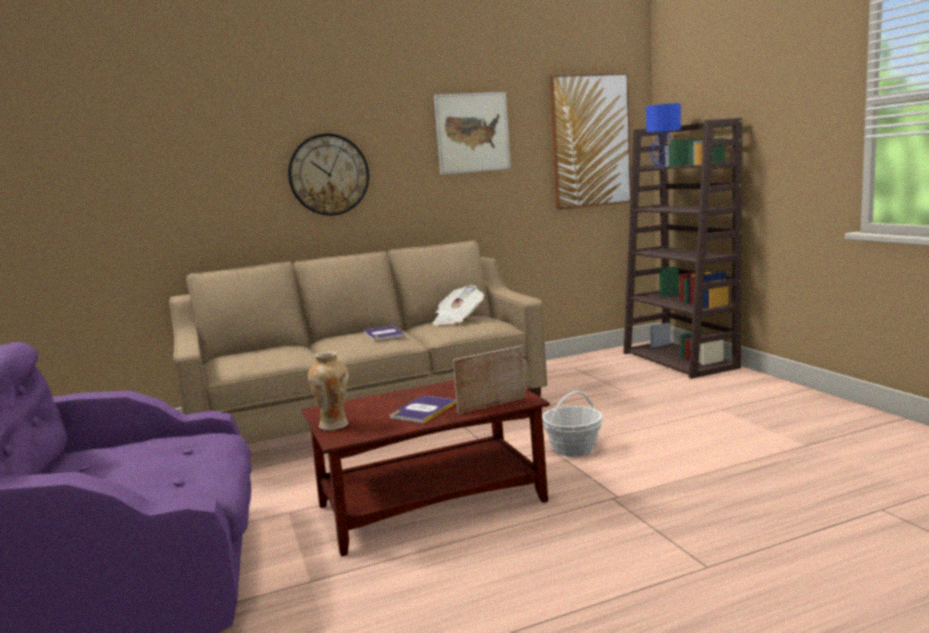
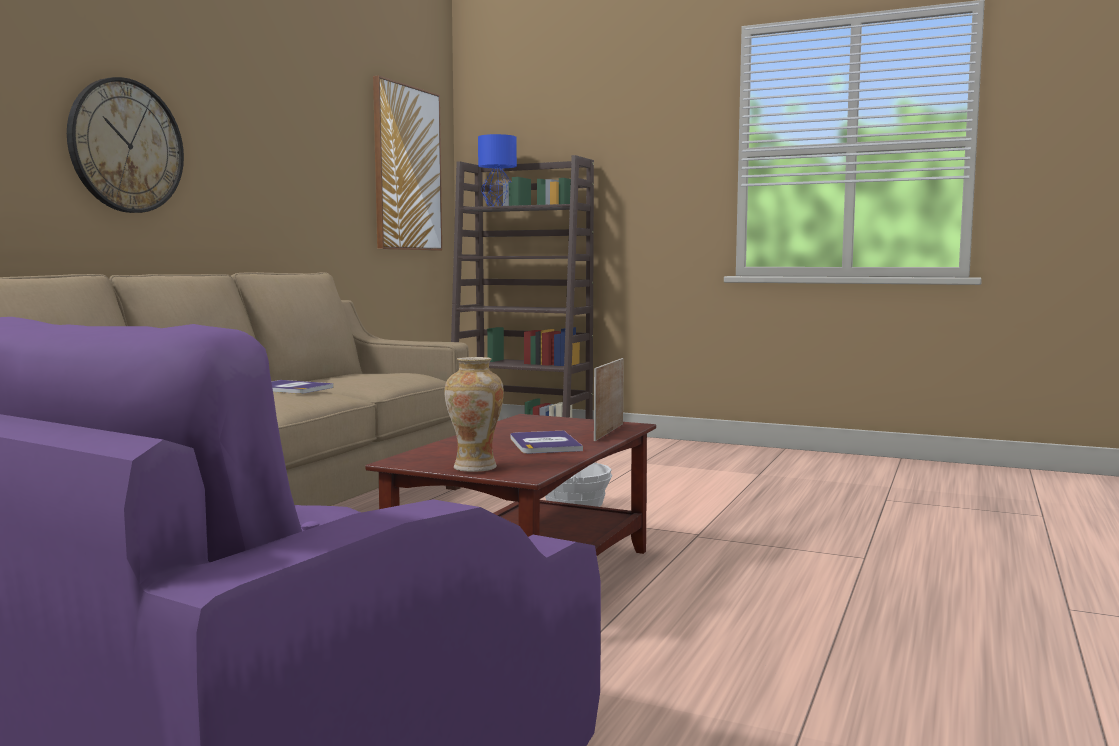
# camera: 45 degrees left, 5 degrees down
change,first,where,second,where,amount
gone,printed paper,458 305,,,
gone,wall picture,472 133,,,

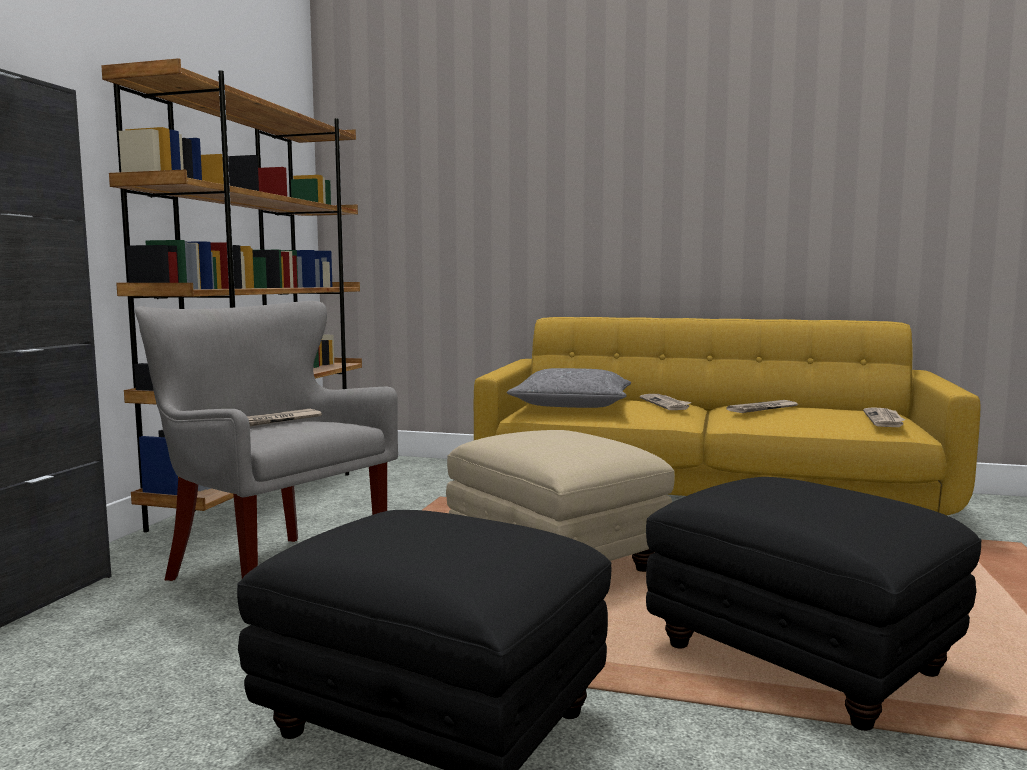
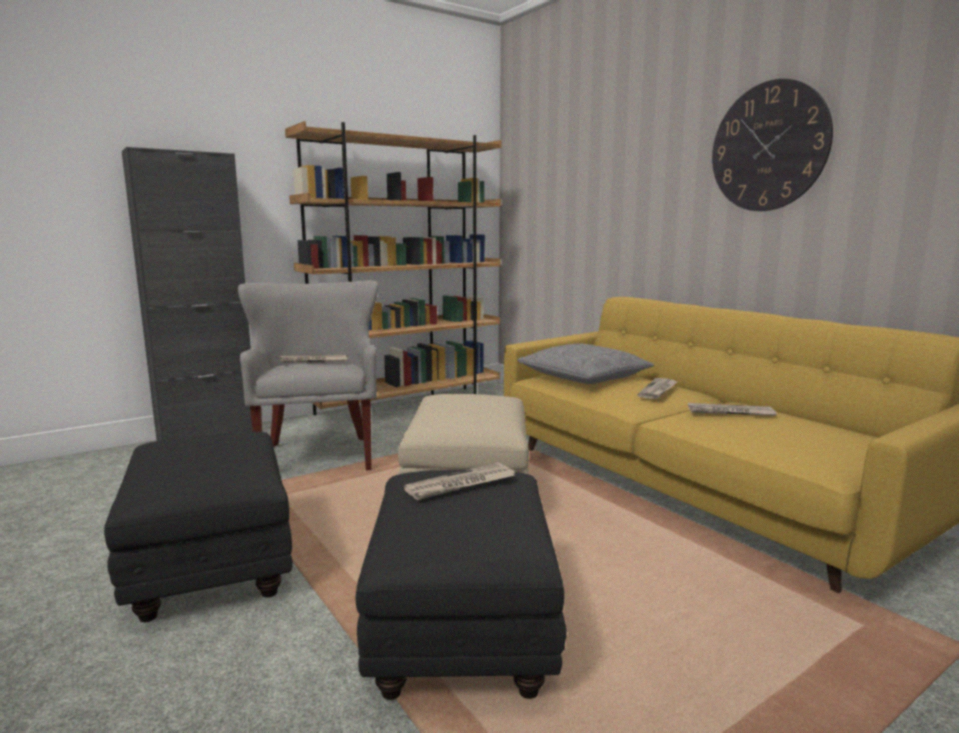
# camera: 40 degrees right, 5 degrees up
change,first,where,second,where,amount
shifted,printed paper,884 417,,459 481,
new,,,clock on the wall,772 145,

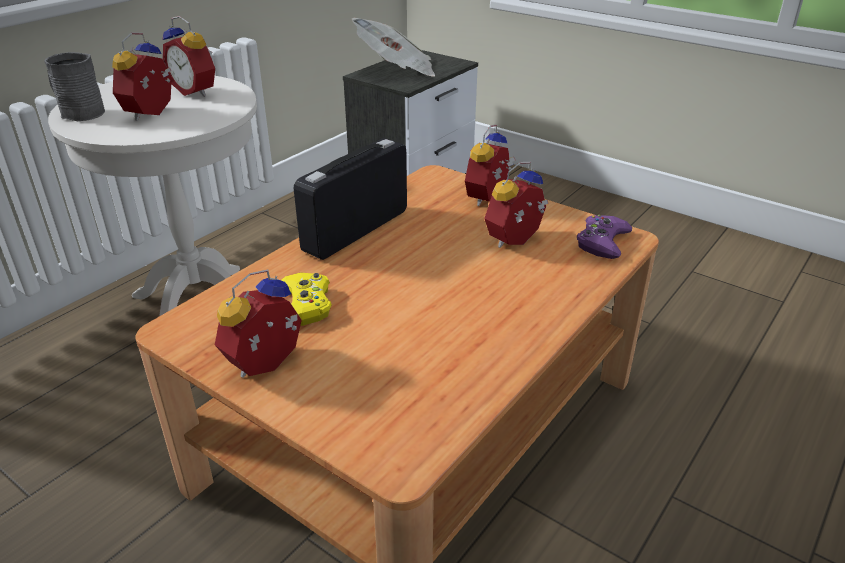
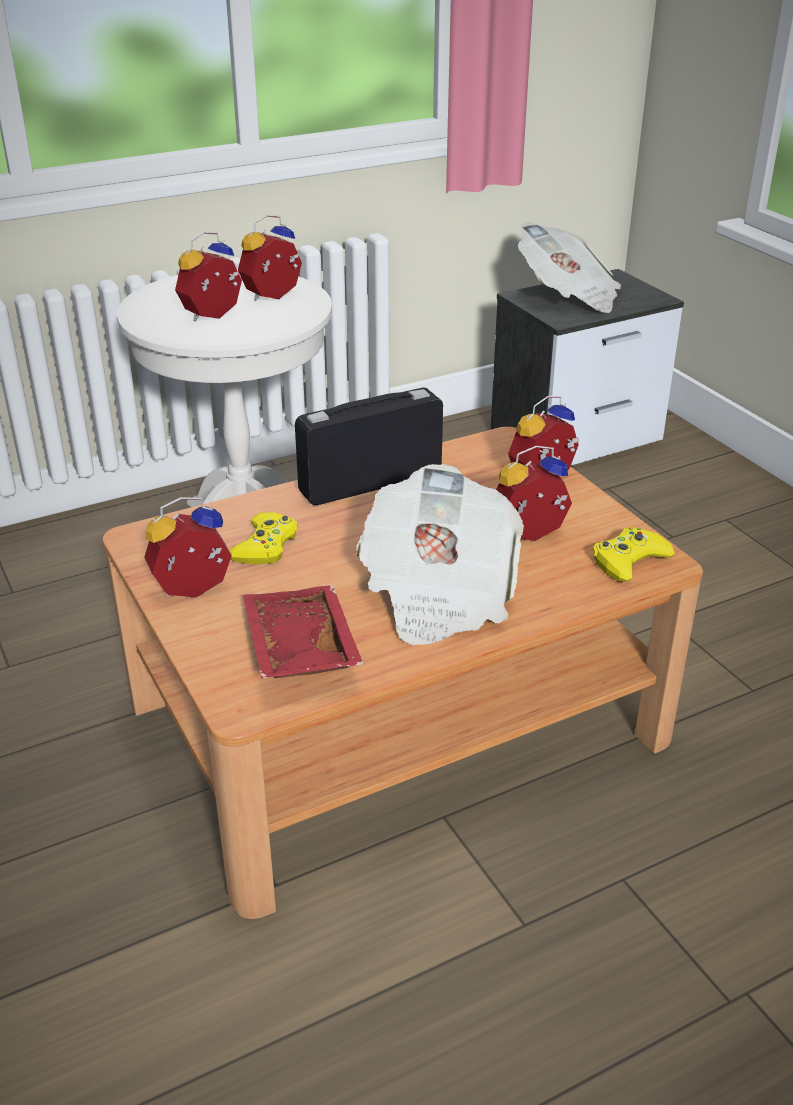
# camera: 25 degrees right, 0 degrees up
change,first,where,second,where,amount
rotated,alarm clock,188 56,,270 258,75 degrees clockwise
new,,,red carrying tray,303 631,
new,,,printed paper,440 554,
repainted,purple-coloured joypad,604 237,yellow-coloured joypad,633 554,
gone,greyish tea mug,74 86,,,

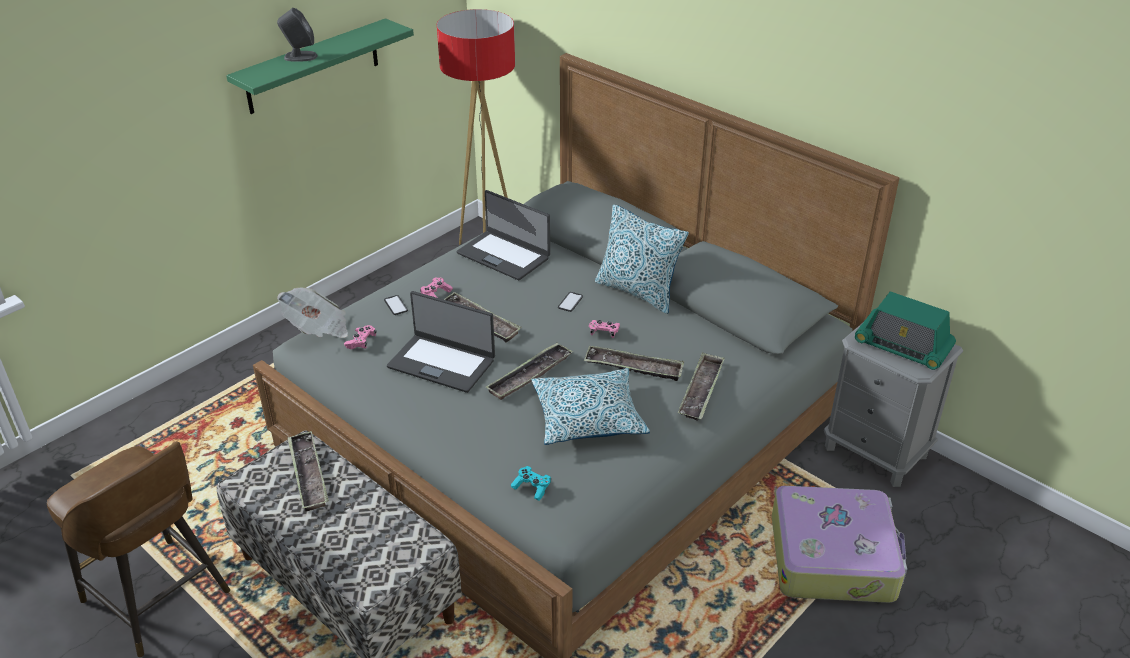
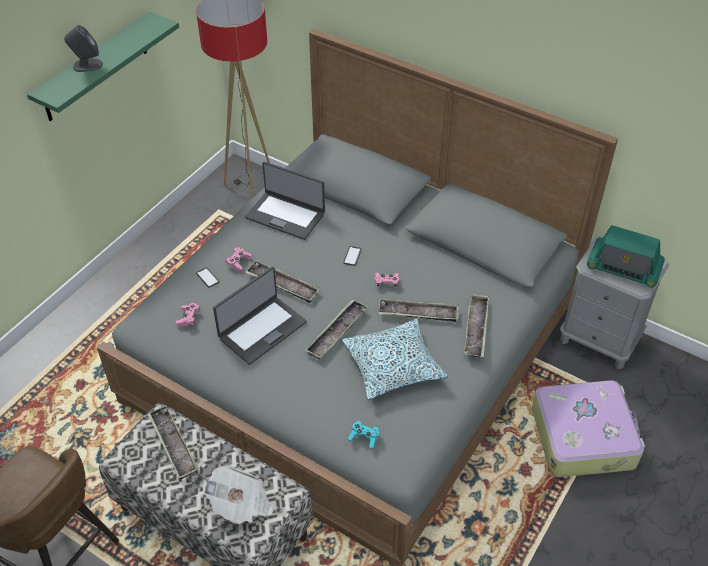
# camera: 10 degrees left, 10 degrees up
change,first,where,second,where,amount
shifted,printed paper,312 313,,237 495,
rotated,portable computer,441 342,,260 315,60 degrees counterclockwise
gone,cushion,642 259,,,

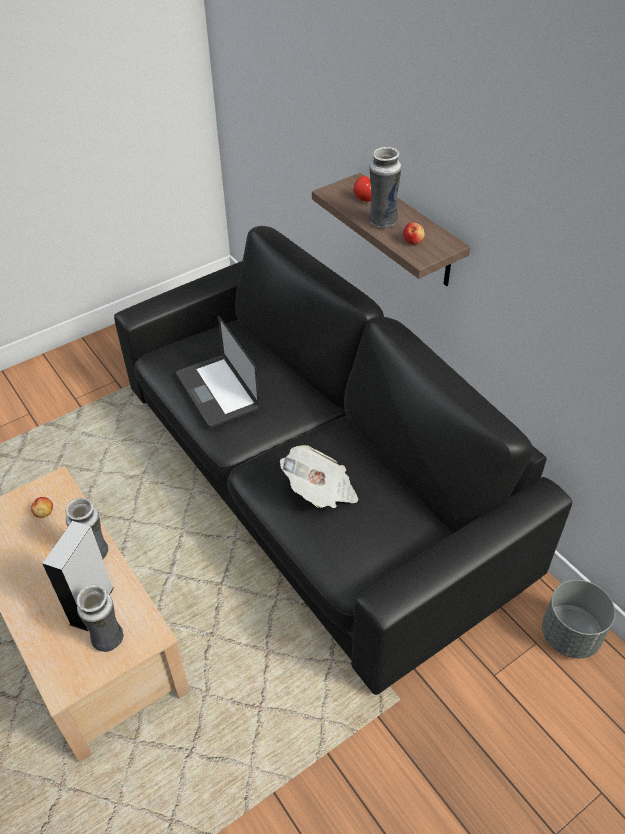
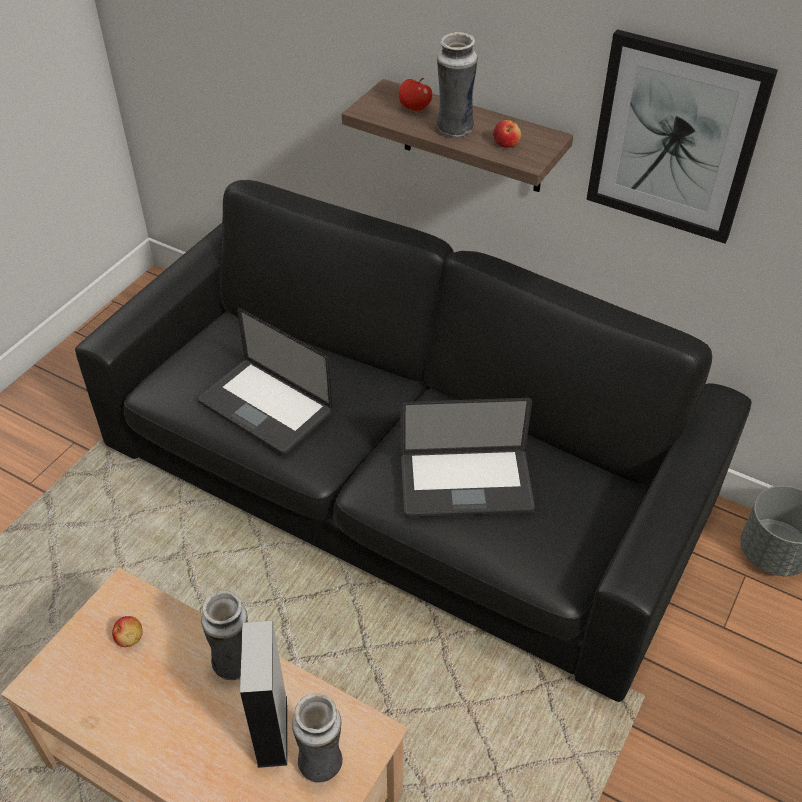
# camera: 25 degrees left, 0 degrees up
change,first,where,second,where,amount
swapped,printed paper,319 476,portable computer,467 457,
new,,,wall picture,682 136,

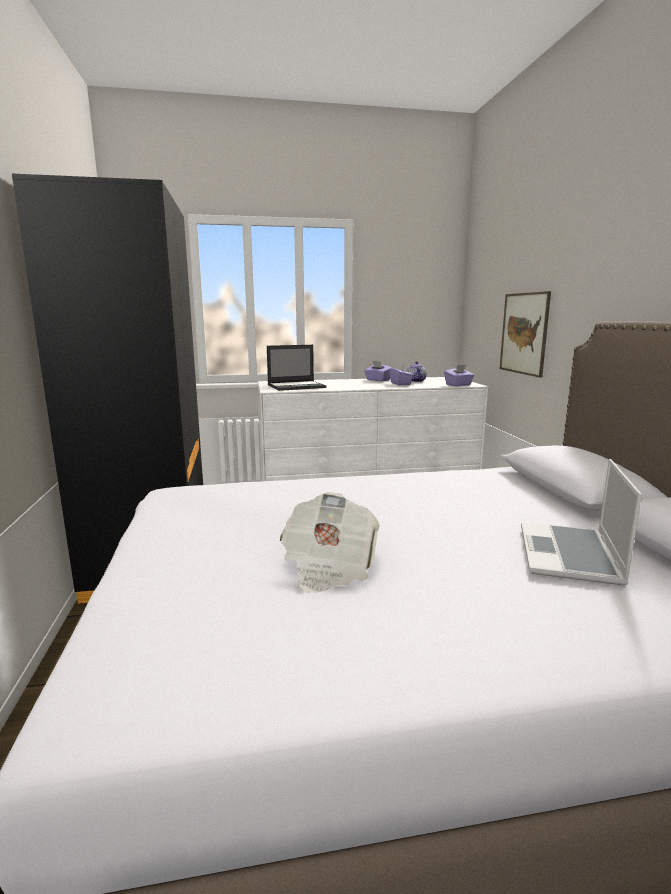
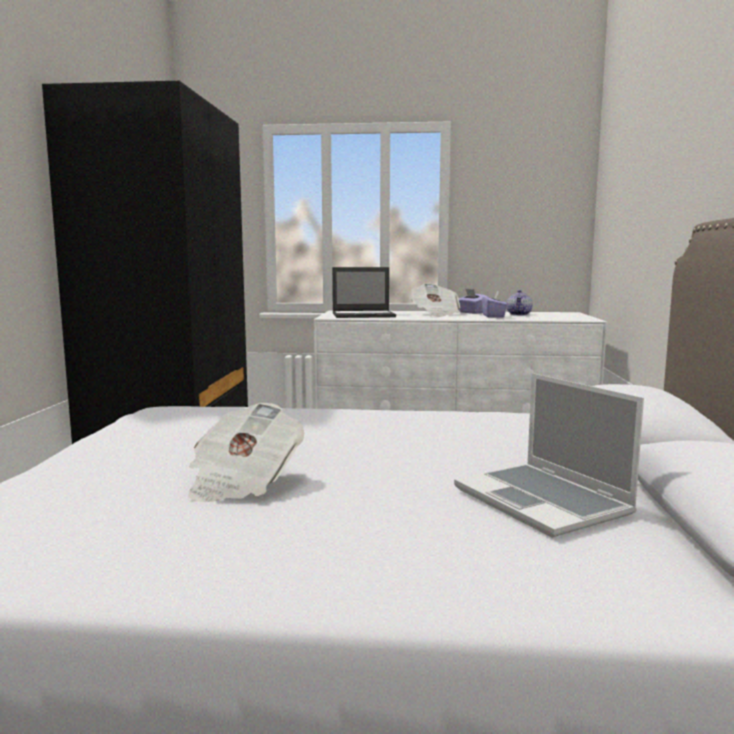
# camera: 15 degrees right, 5 degrees down
change,first,where,second,where,amount
new,,,printed paper,435 300,
rotated,portable computer,581 522,,549 455,60 degrees counterclockwise
gone,purple-coloured tissue holder,459 375,,,
gone,wall picture,525 334,,,

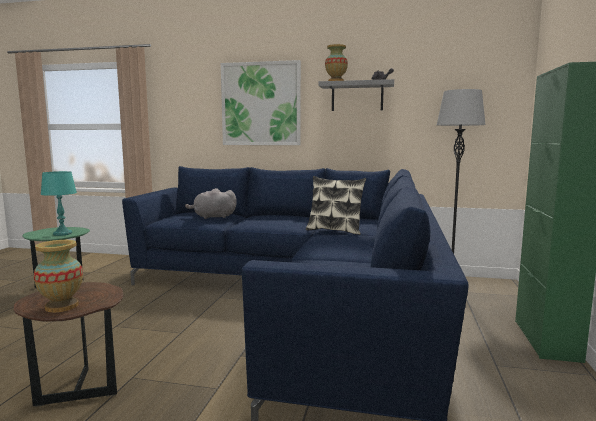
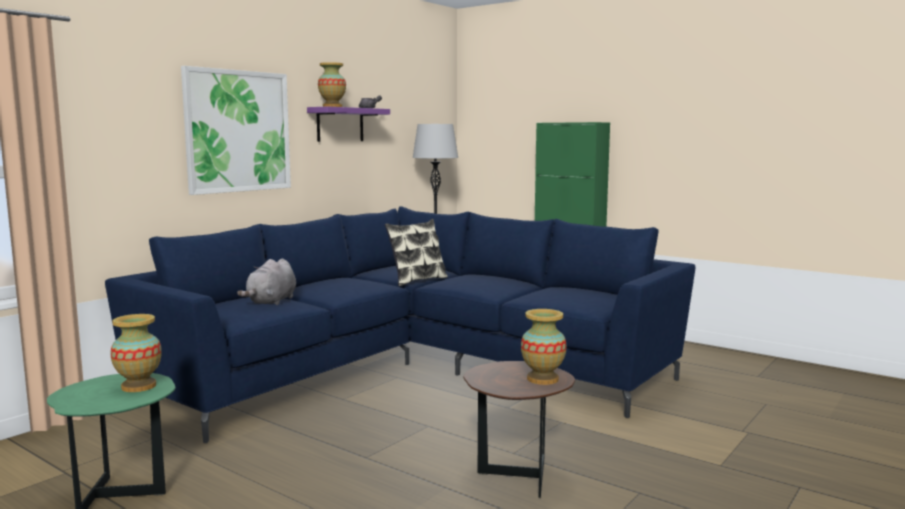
# camera: 65 degrees left, 0 degrees up
change,first,where,second,where,amount
swapped,blue-green tabletop lamp,59 203,decorative vase,136 353,
repainted,greyish wall shelf,356 95,purple-coloured wall shelf,348 124,

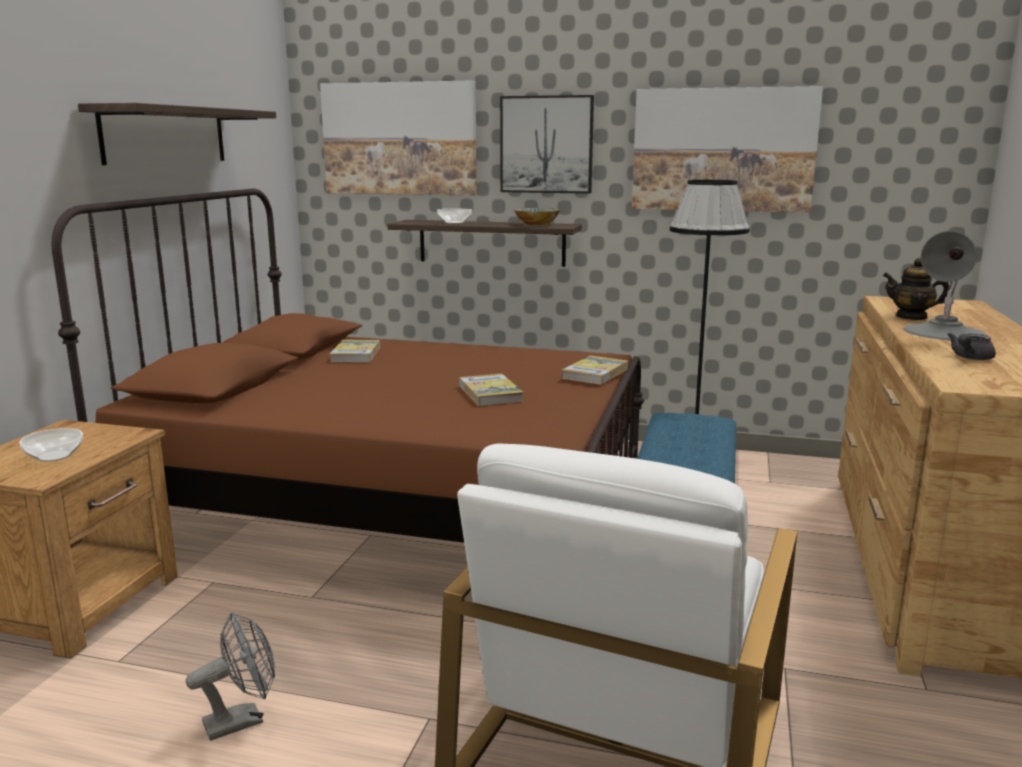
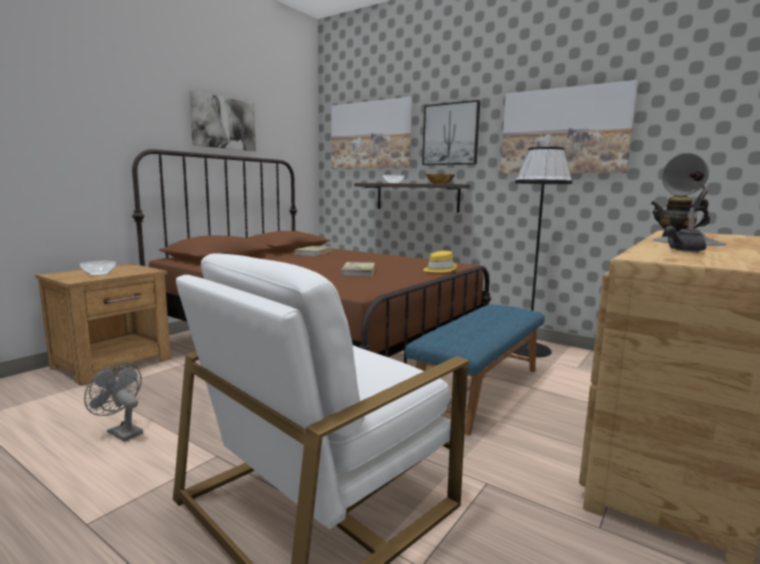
# camera: 20 degrees right, 5 degrees down
change,first,where,second,where,amount
rotated,greyish fan,230 677,,113 402,135 degrees counterclockwise
swapped,wall shelf,177 134,wall picture,222 121,
swapped,volume,594 370,yellow-coloured clothing hat,440 261,

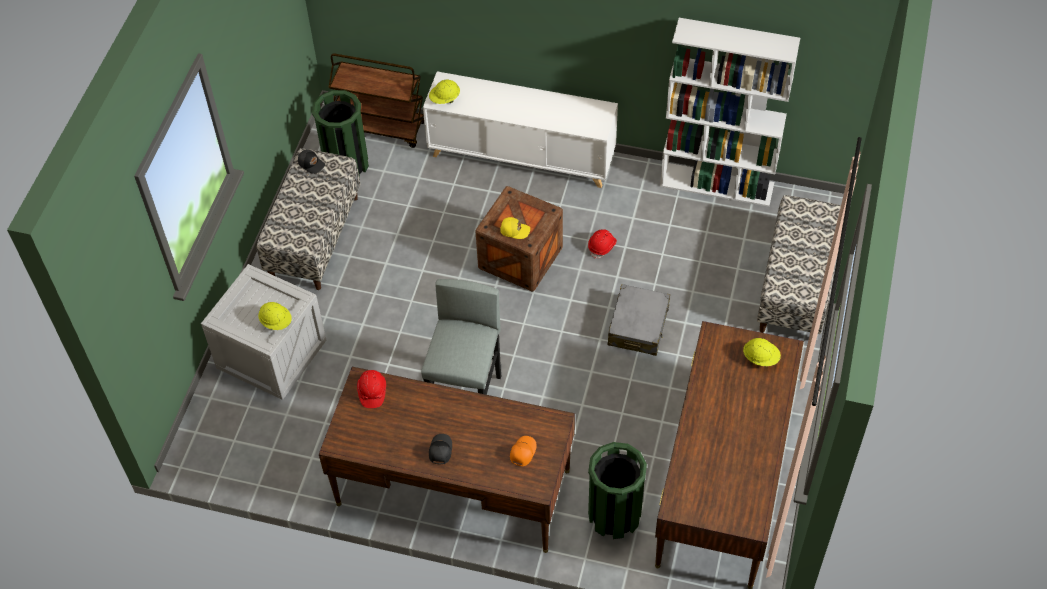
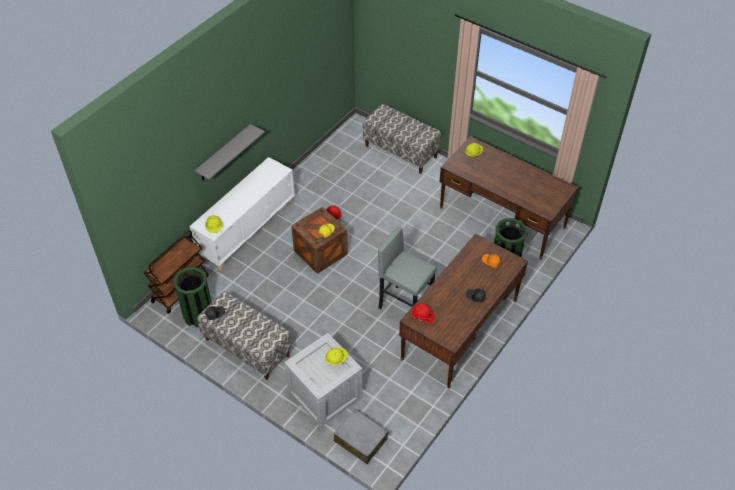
# camera: 70 degrees left, 5 degrees down
change,first,where,second,where,amount
new,,,greyish wall shelf,230 152,
shifted,greyish piece of luggage,638 320,,361 436,
gone,whitish bookcase,730 112,,,

